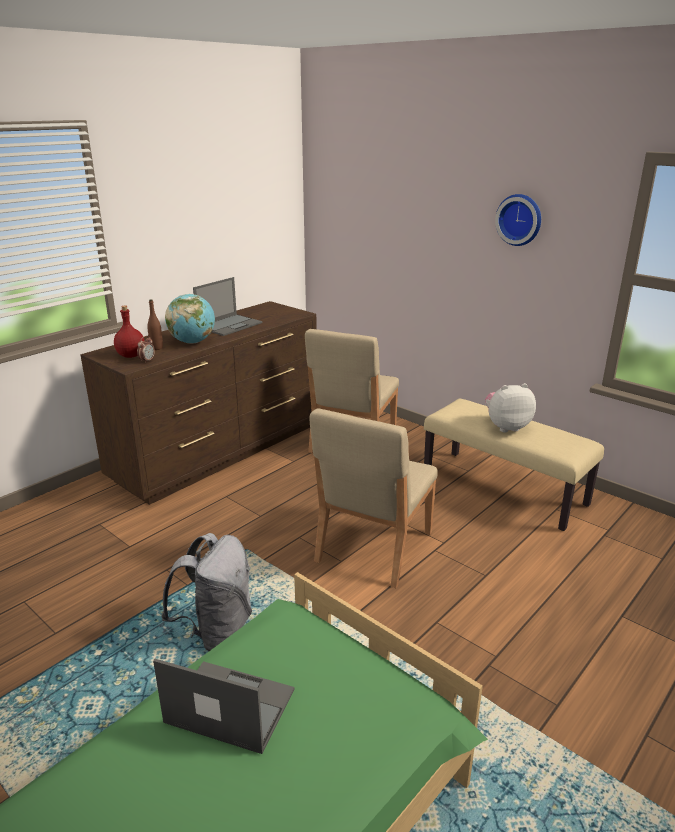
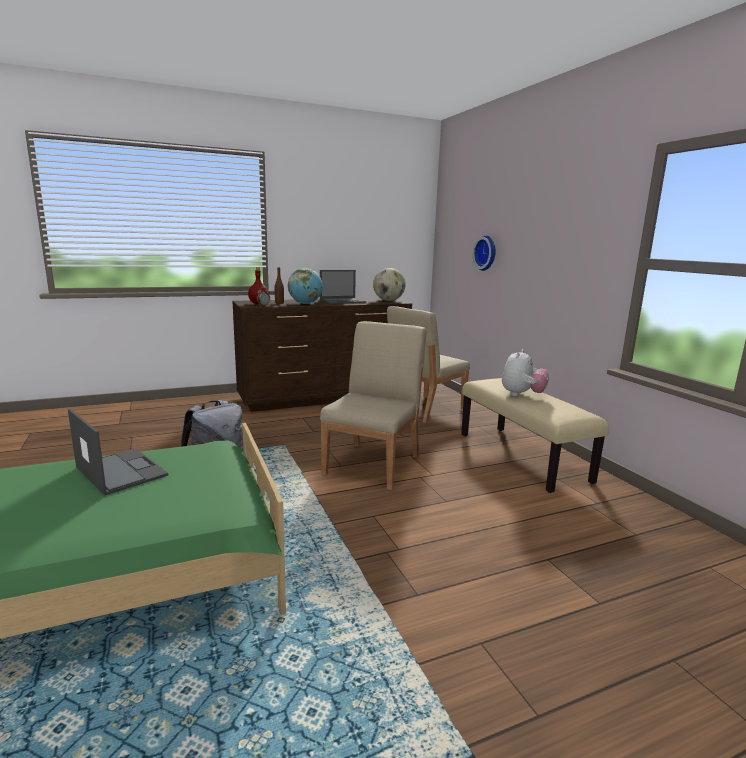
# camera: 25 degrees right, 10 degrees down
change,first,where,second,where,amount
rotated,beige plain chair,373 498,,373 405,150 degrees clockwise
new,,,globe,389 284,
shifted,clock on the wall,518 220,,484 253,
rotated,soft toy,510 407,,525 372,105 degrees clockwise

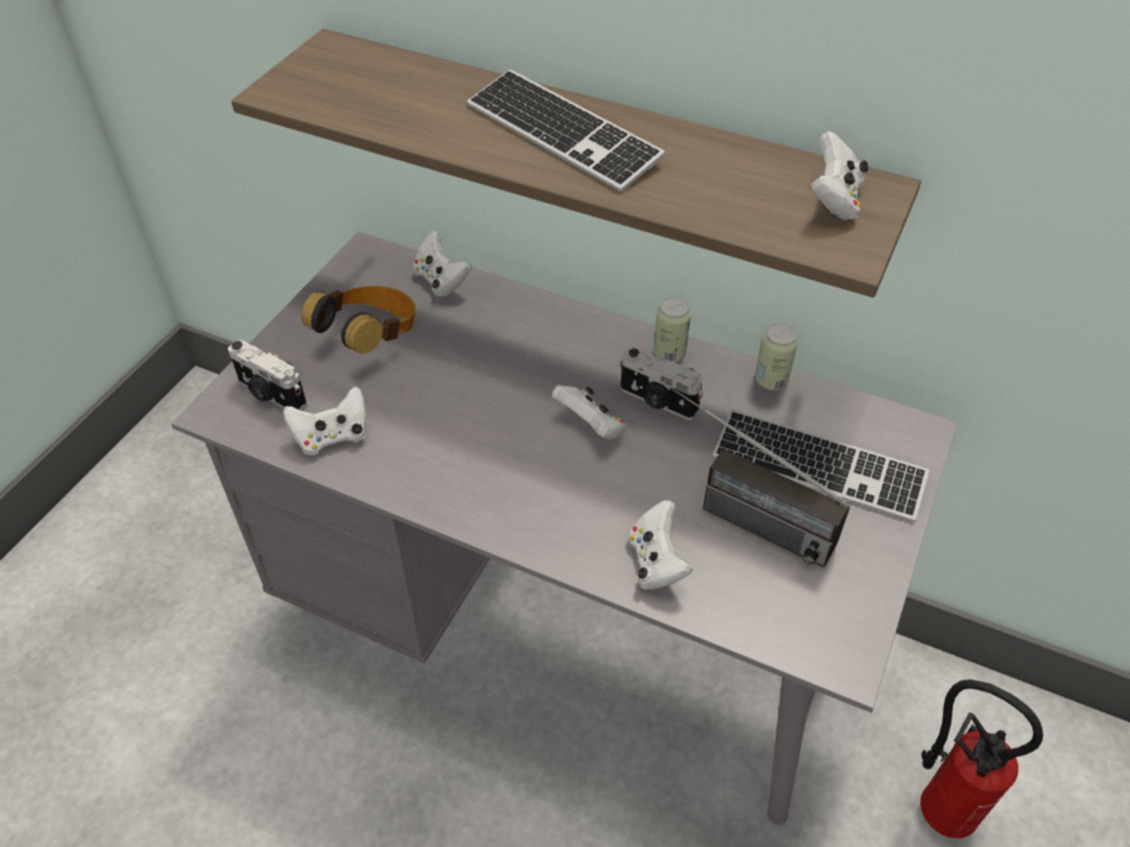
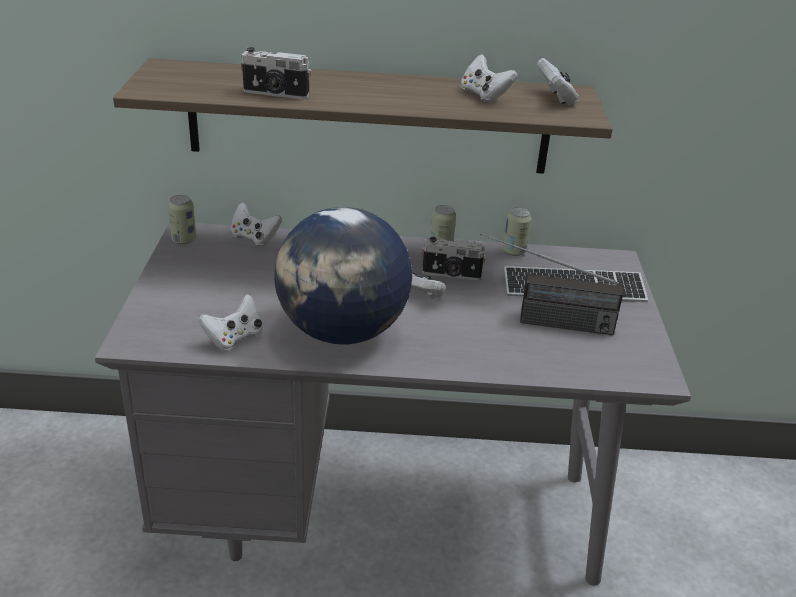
# camera: 25 degrees left, 15 degrees down
change,first,where,second,where,amount
new,,,metal can,182 219,
shifted,still camera,267 375,,275 73,
new,,,globe,343 276,
shifted,whitish joypad,660 545,,489 78,
gone,pair of headphones,359 320,,,
gone,computer keyboard,566 130,,,
gone,fire extinguisher,981 758,,,

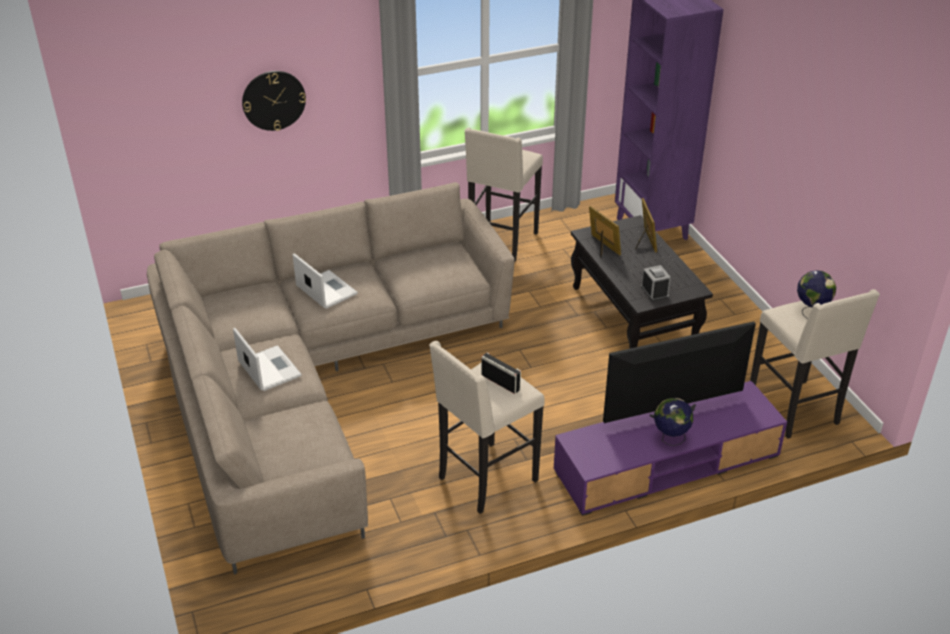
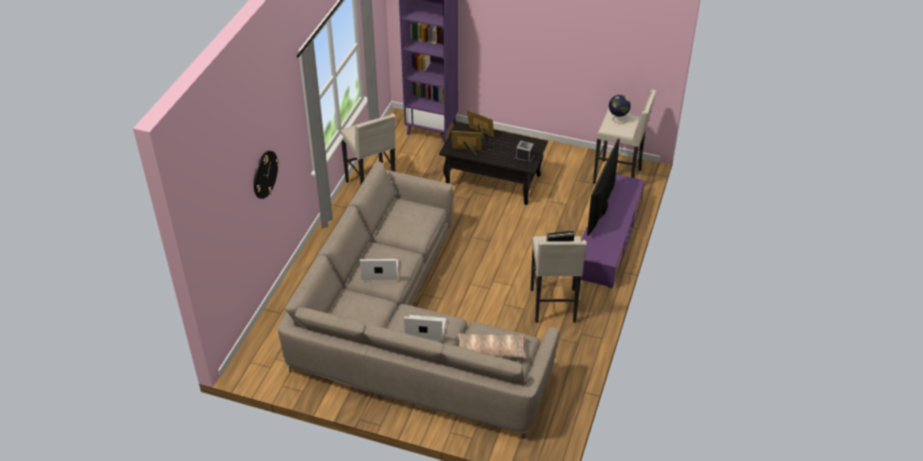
# camera: 50 degrees left, 5 degrees up
change,first,where,second,where,amount
new,,,cushion,491 345,
gone,globe,673 422,,,

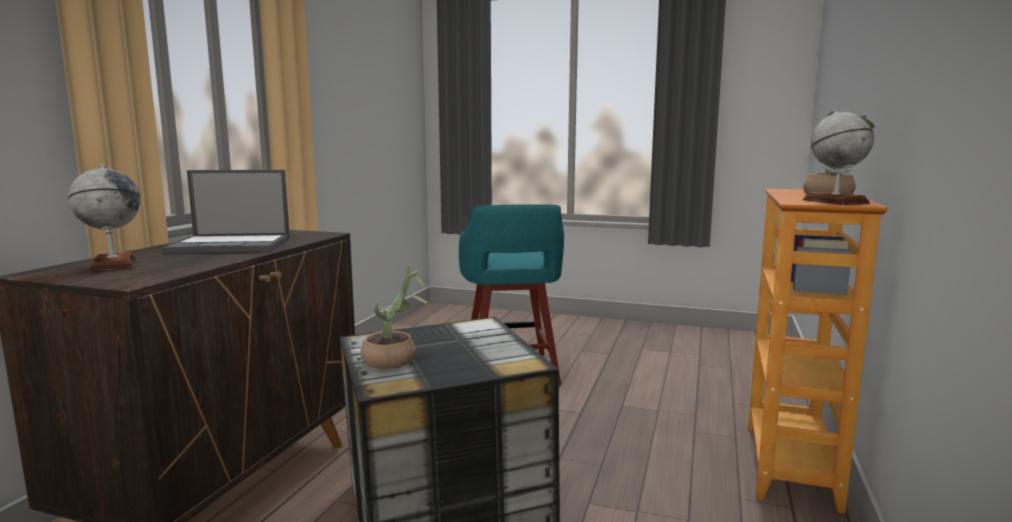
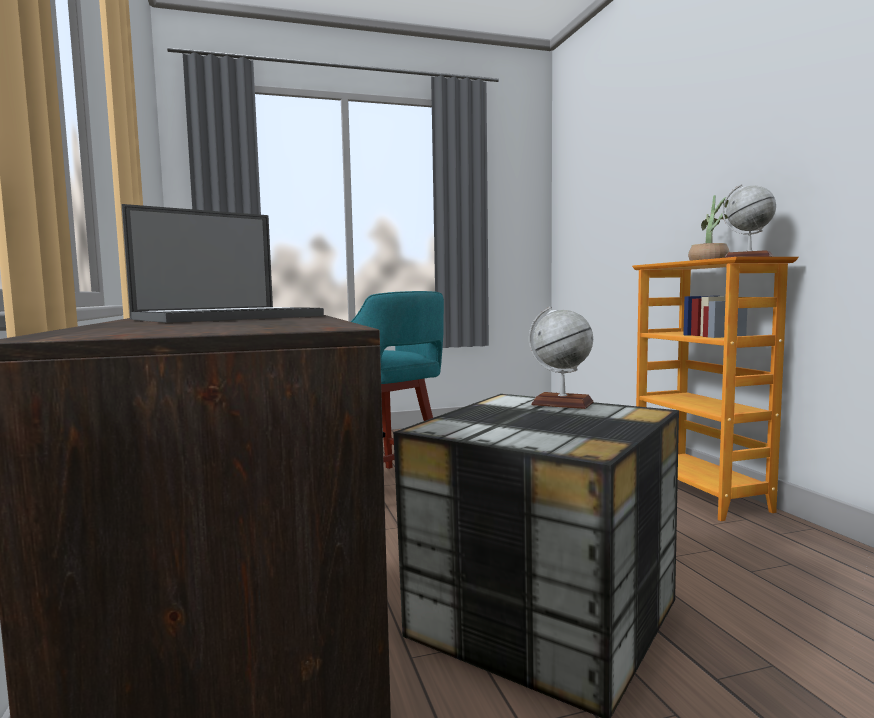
# camera: 35 degrees left, 5 degrees down
change,first,where,second,where,amount
shifted,globe,104 218,,561 357,
gone,potted plant,394 317,,,

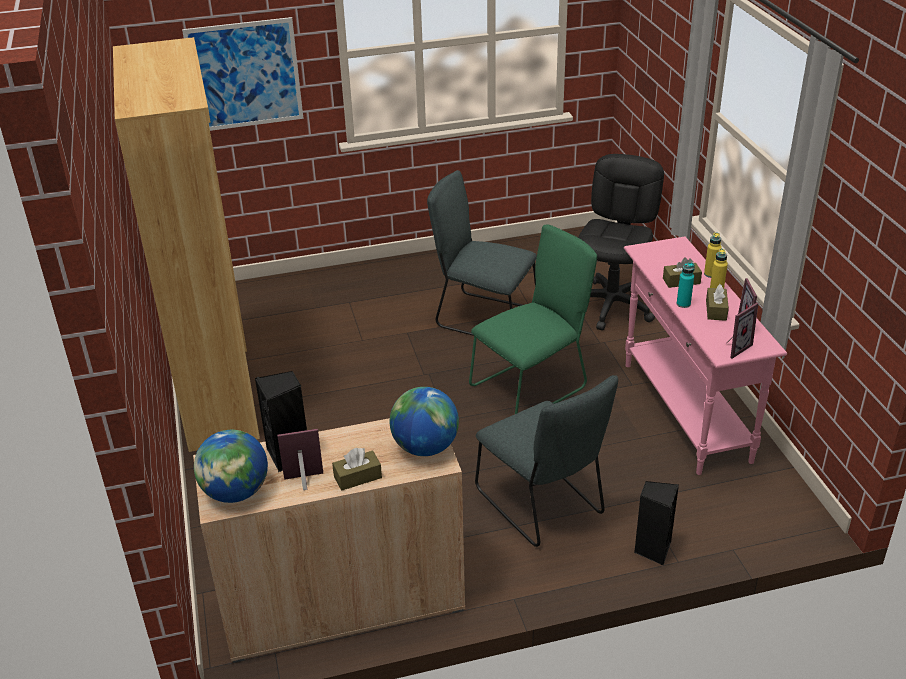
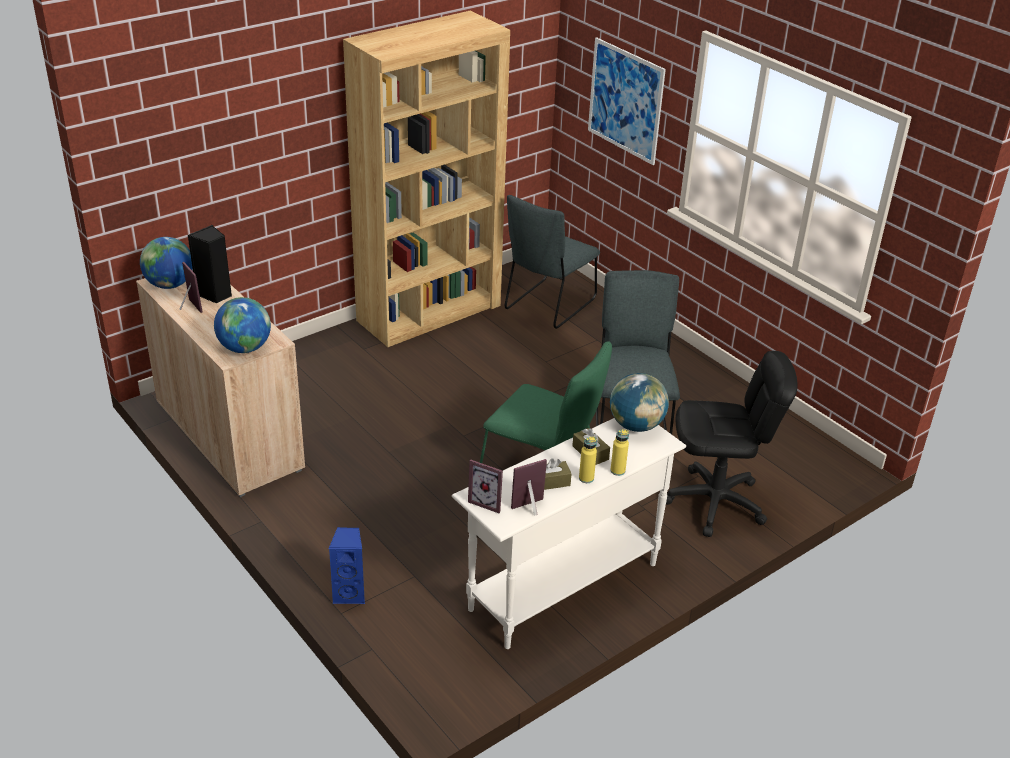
# camera: 65 degrees right, 0 degrees up
change,first,where,second,where,amount
repainted,blackish speaker,656 523,blue-coloured speaker,347 565,
repainted,pink hall table,705 355,whitish hall table,569 533,
shifted,greyish plain chair,546 461,,552 262,
new,,,globe,639 402,
gone,brownish tissue holder,357 469,,,
gone,blue-green drink bottle,686 285,,,

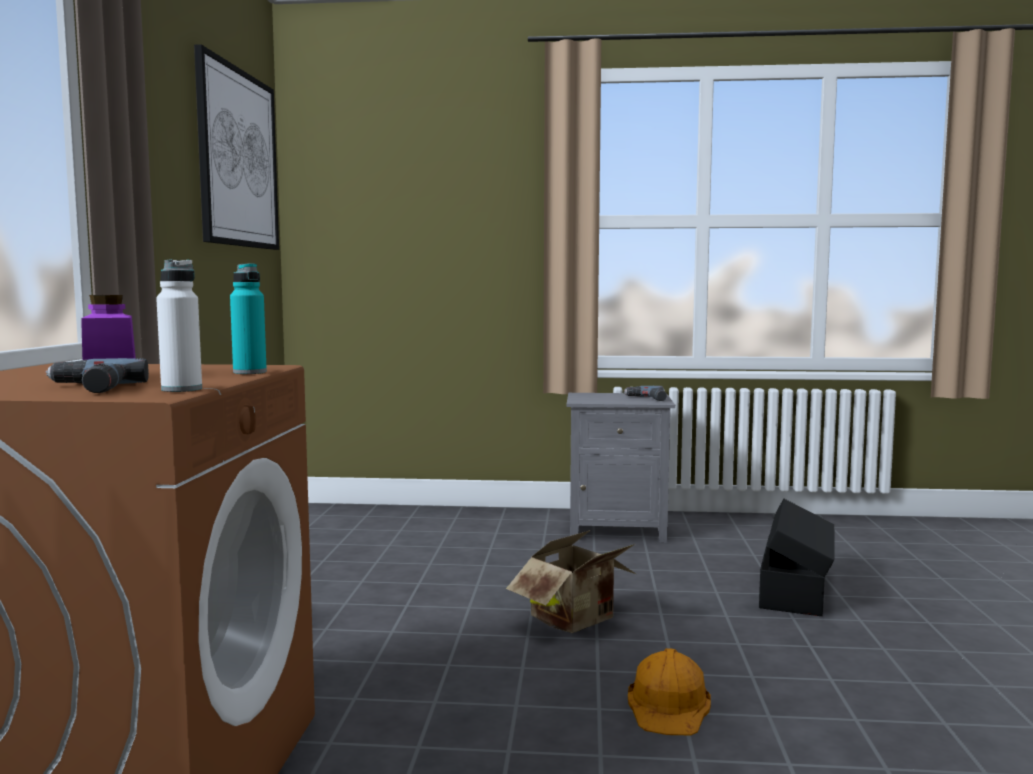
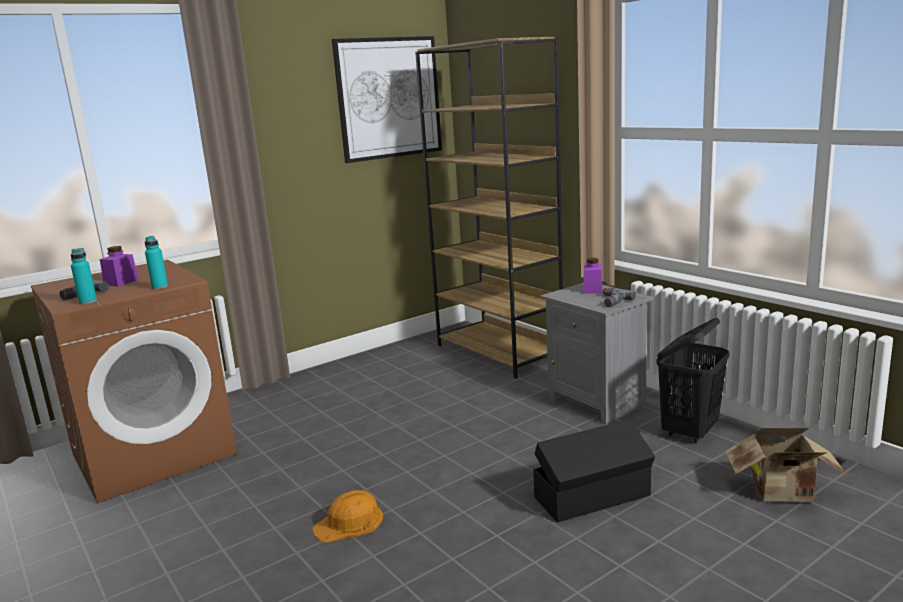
# camera: 50 degrees right, 10 degrees up
change,first,where,second,where,amount
repainted,whitish drink bottle,179 325,blue-green drink bottle,84 276,
new,,,brownish bookcase,489 208,
new,,,purple-coloured preserve jar,592 276,
new,,,blackish washing basket,692 380,
shifted,packing box,571 581,,786 465,

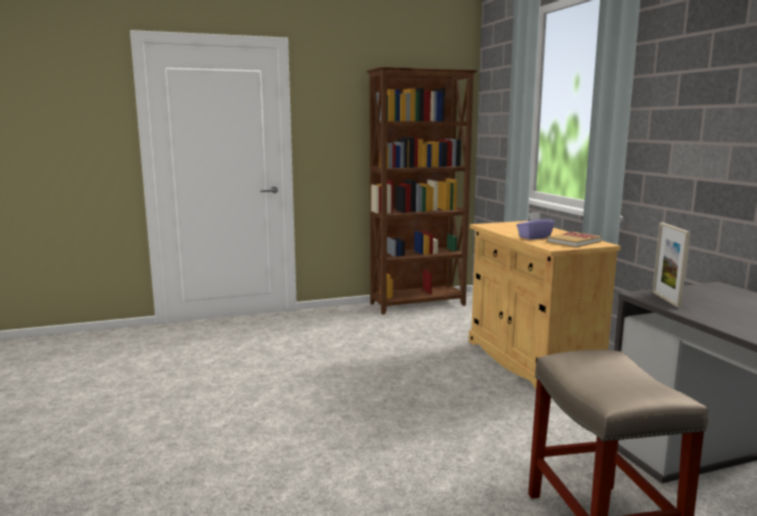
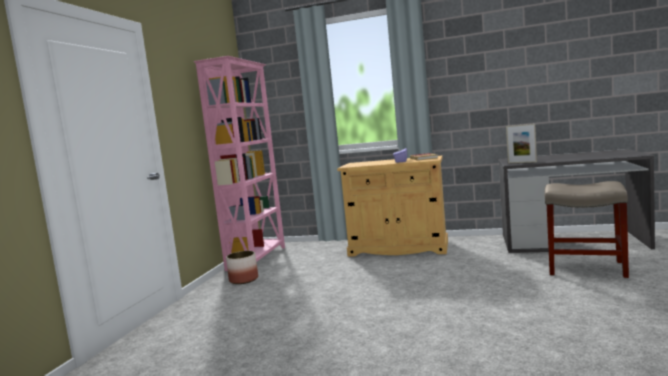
# camera: 55 degrees left, 5 degrees down
change,first,where,second,where,amount
repainted,brownish bookcase,422 191,pink bookcase,239 163,
new,,,planter,242 267,

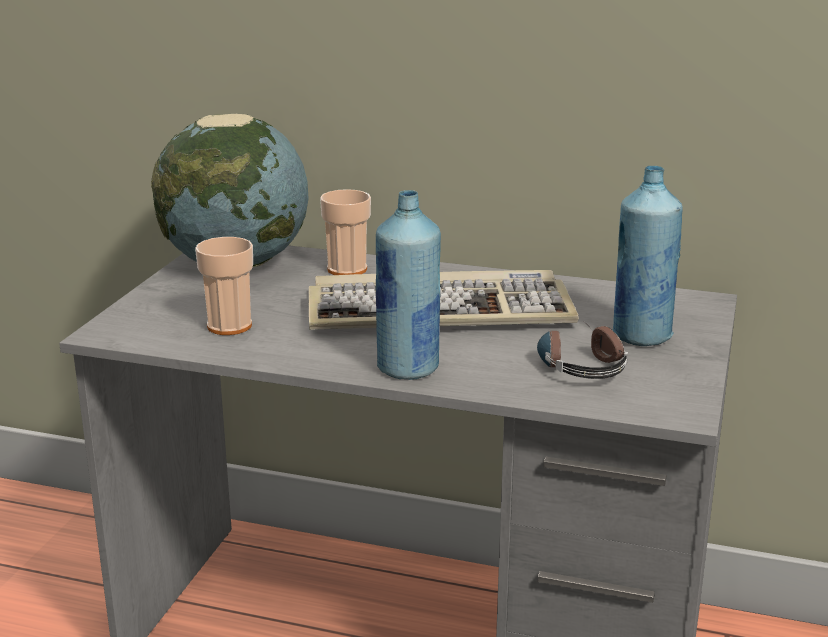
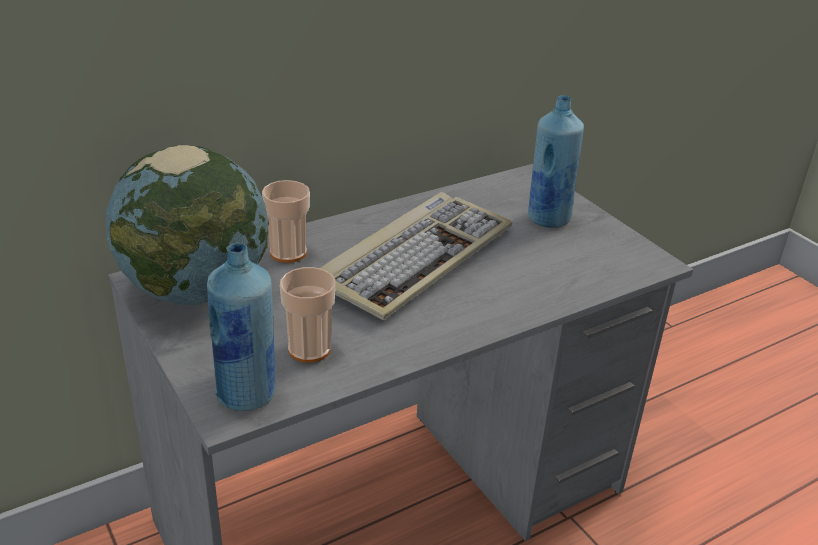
# camera: 50 degrees left, 10 degrees up
change,first,where,second,where,amount
shifted,blue-coloured drink bottle,408 285,,241 327,
gone,pair of headphones,582 351,,,

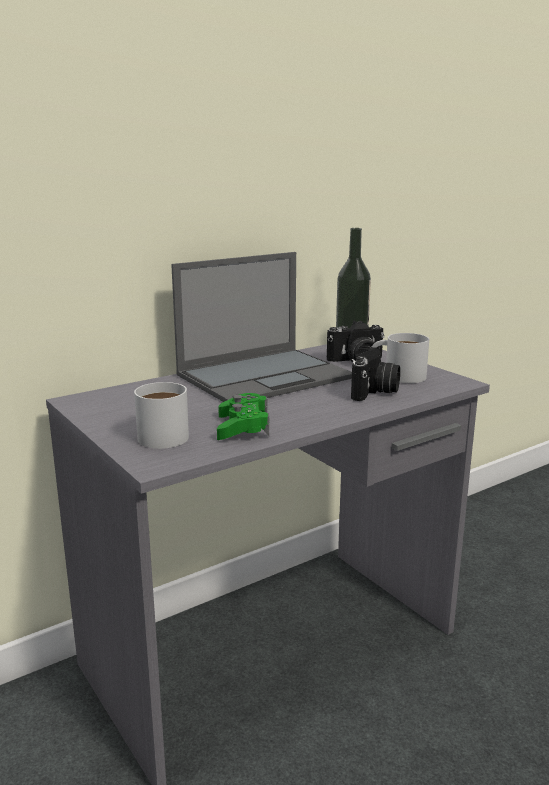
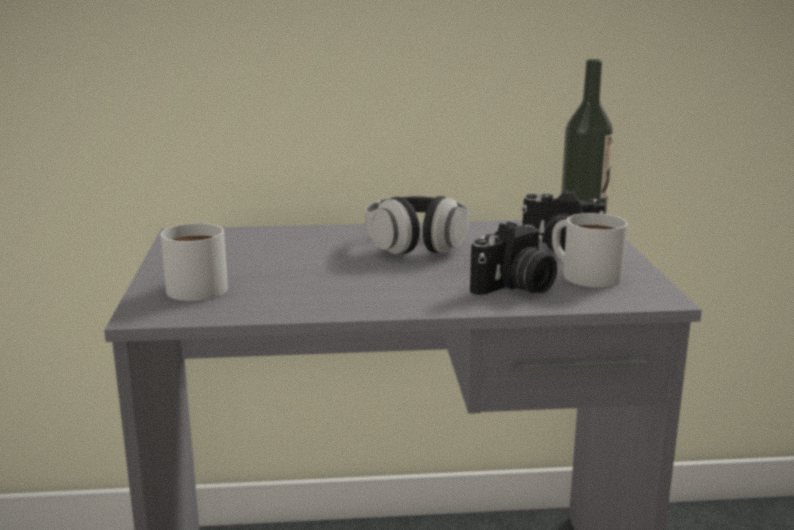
# camera: 30 degrees right, 0 degrees up
change,first,where,second,where,amount
swapped,portable computer,261 327,pair of headphones,417 225,
gone,greenish joypad,243 416,,,

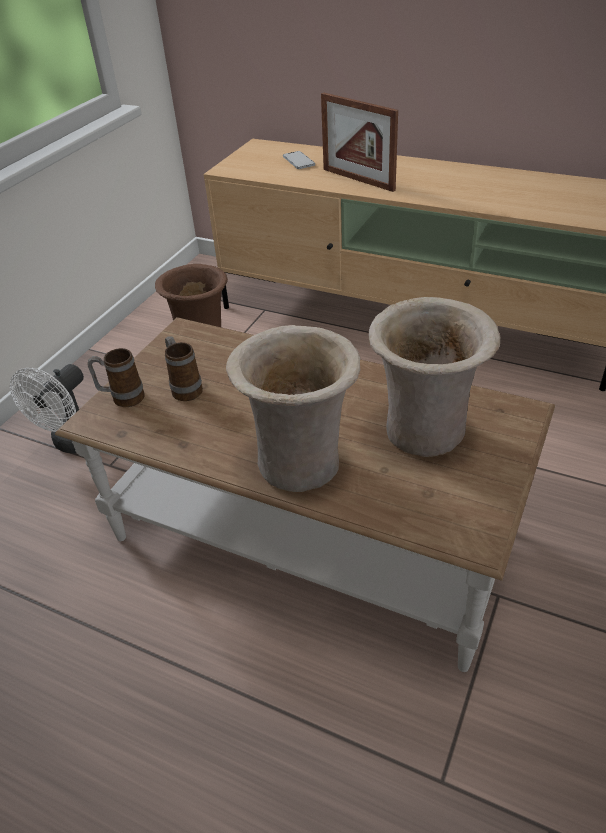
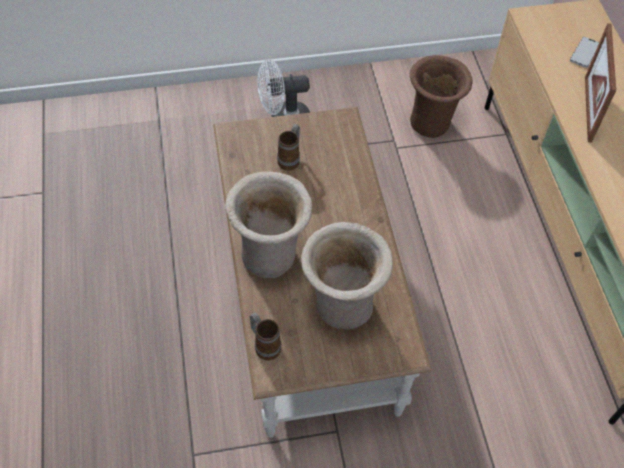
# camera: 50 degrees right, 15 degrees up
change,first,where,second,where,amount
shifted,tea mug,116 377,,265 336,

